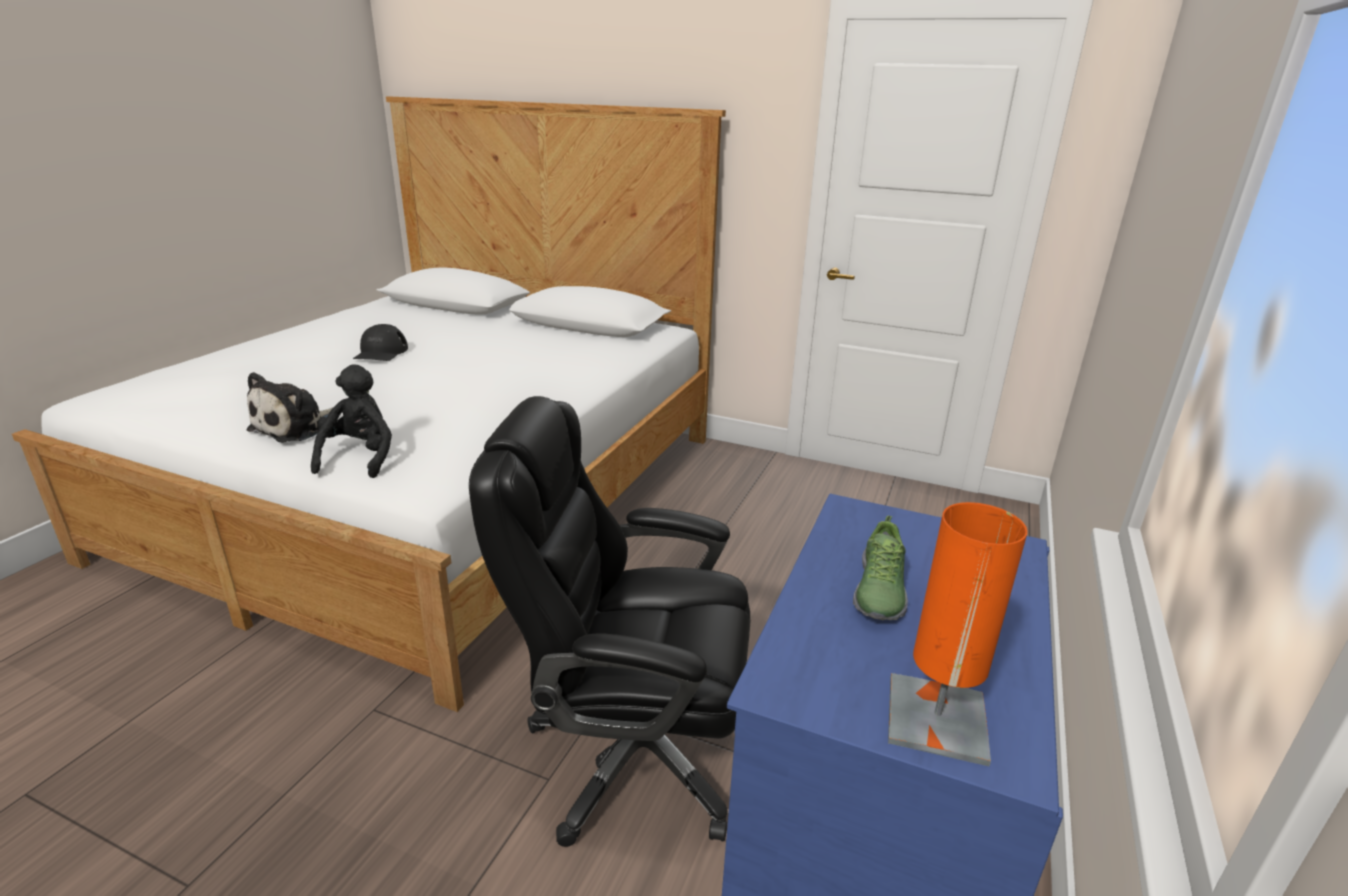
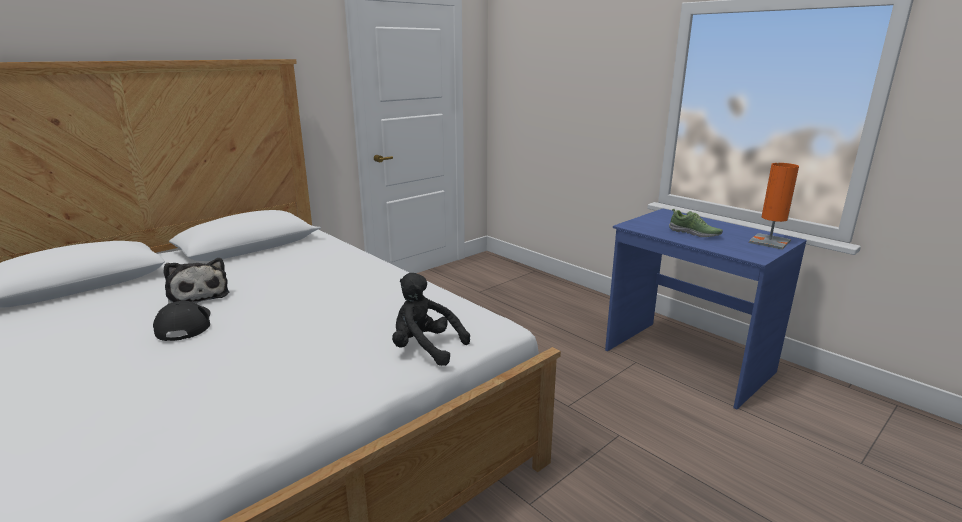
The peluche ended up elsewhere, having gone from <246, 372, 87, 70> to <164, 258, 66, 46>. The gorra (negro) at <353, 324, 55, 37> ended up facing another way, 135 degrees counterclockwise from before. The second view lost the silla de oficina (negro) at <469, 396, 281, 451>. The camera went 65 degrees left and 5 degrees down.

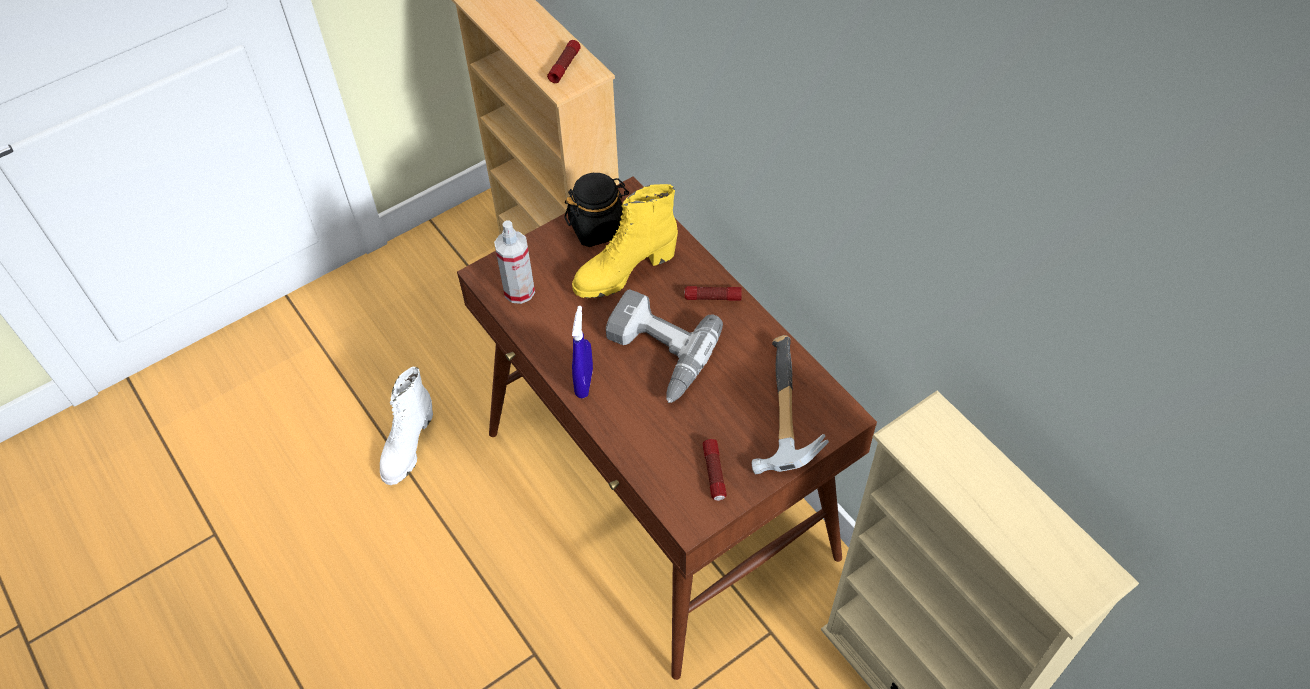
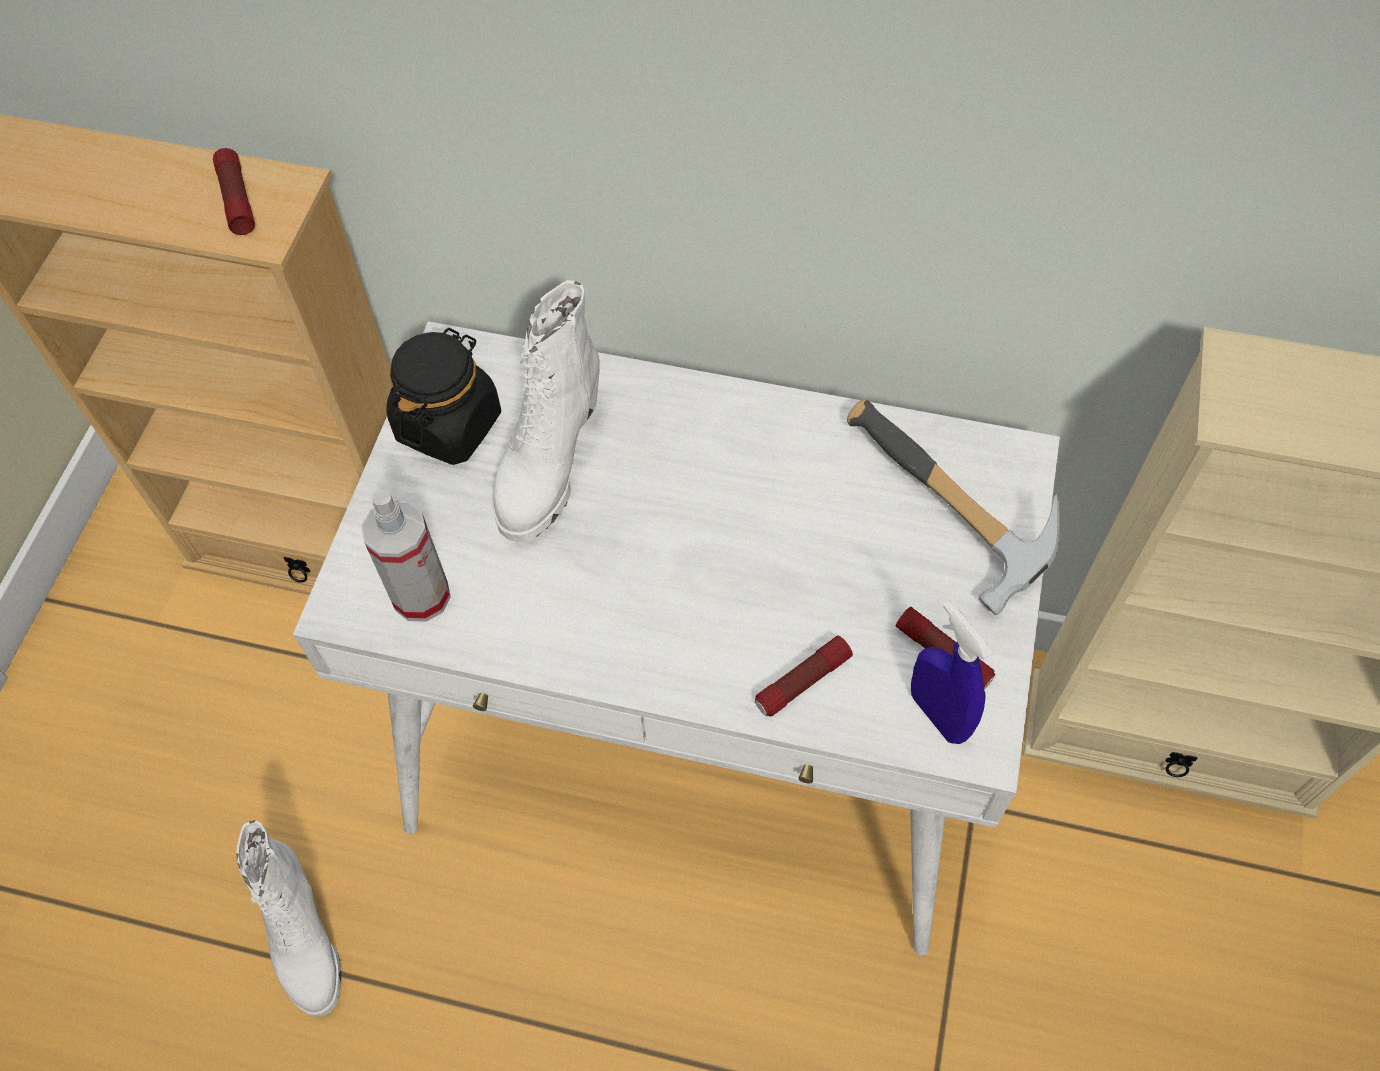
What was the escritorio (marrón) at <457, 176, 420, 504> turned into the escritorio (blanco) at <293, 321, 767, 634>. What was the bota (amarillo) at <572, 184, 106, 114> turned into the bota (blanco) at <493, 280, 107, 263>. The pulverizador (azul) ended up elsewhere, having gone from <572, 306, 21, 92> to <911, 601, 81, 143>. The second view lost the taladro at <606, 289, 117, 114>. The linterna ended up elsewhere, having gone from <684, 286, 58, 15> to <755, 636, 98, 81>. The camera went 40 degrees left and 5 degrees up.

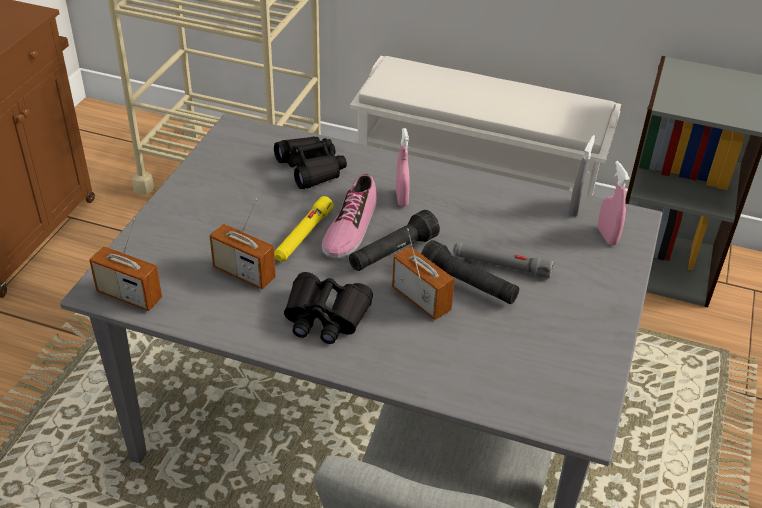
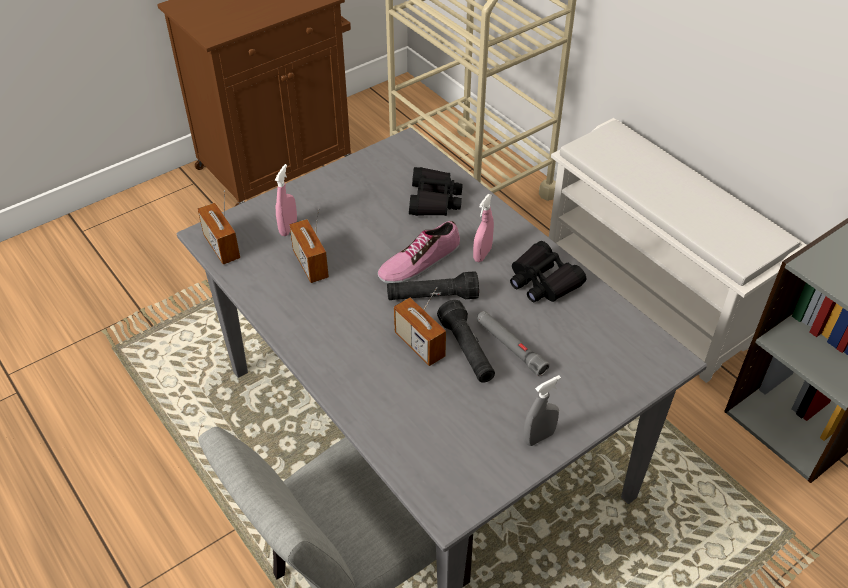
The second view lost the linterna (amarillo) at <274, 196, 60, 65>. The prismáticos (negro) ended up elsewhere, having gone from <284, 272, 89, 72> to <510, 241, 76, 61>. The radio at <392, 228, 63, 92> ended up facing another way, 150 degrees clockwise from before. The pulverizador (gris) ended up elsewhere, having gone from <569, 135, 27, 82> to <523, 375, 38, 71>. The pulverizador (rosa) ended up elsewhere, having gone from <598, 161, 32, 84> to <275, 164, 22, 72>. The camera went 35 degrees right and 5 degrees up.

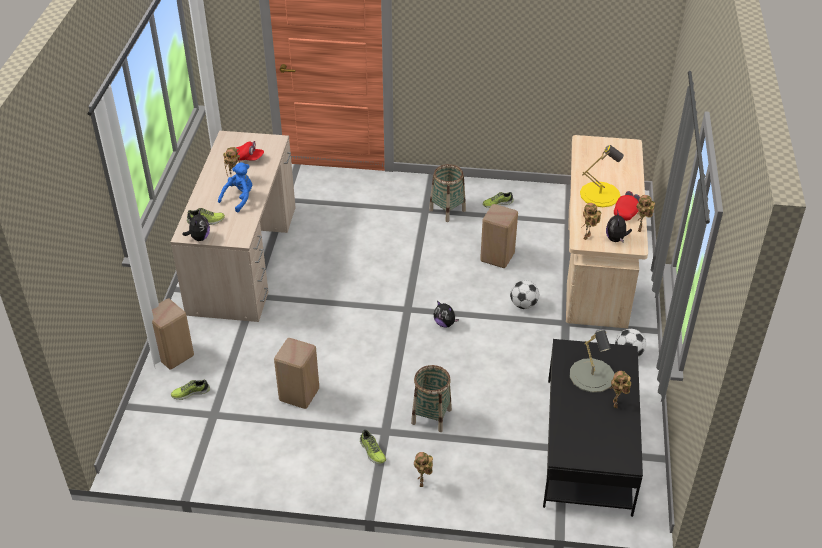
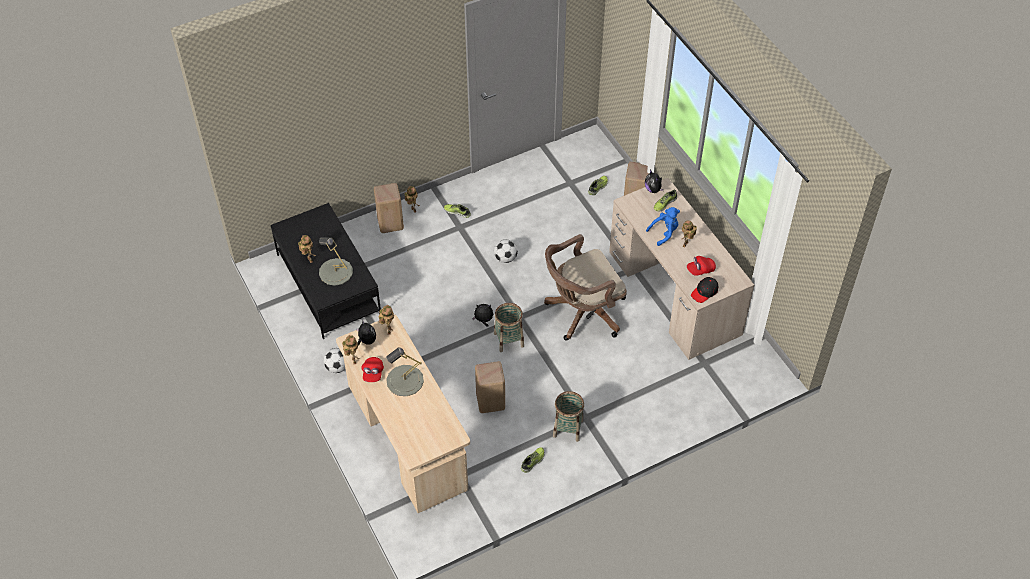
The peluche (azul) at <218, 162, 34, 50> ended up facing another way, 120 degrees counterclockwise from before. The taburete (beis) ended up elsewhere, having gone from <274, 338, 45, 71> to <374, 183, 30, 50>. The cesta ended up elsewhere, having gone from <411, 365, 41, 67> to <494, 303, 30, 49>. The balón de fútbol ended up elsewhere, having gone from <510, 280, 29, 29> to <494, 239, 24, 24>. What was the lámpara de mesa (amarillo) at <580, 145, 44, 62> turned into the lámpara de mesa (gris) at <386, 347, 38, 49>. The second view gained the silla de oficina (marrón) at <544, 234, 83, 107>. The second view gained the gorra (negro) at <691, 277, 27, 26>. The camera went 145 degrees right and 10 degrees up.

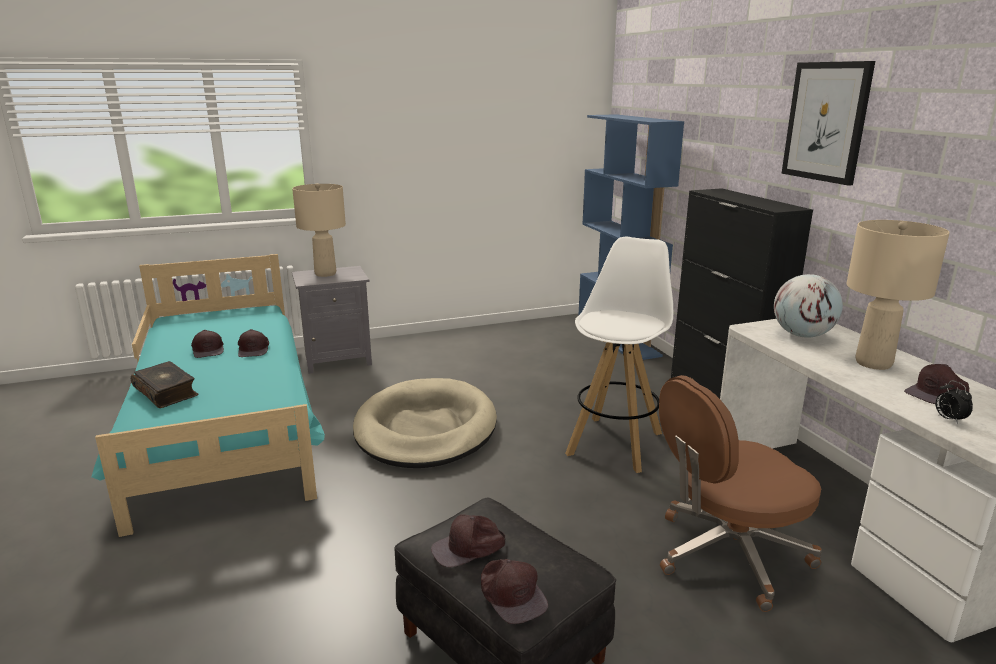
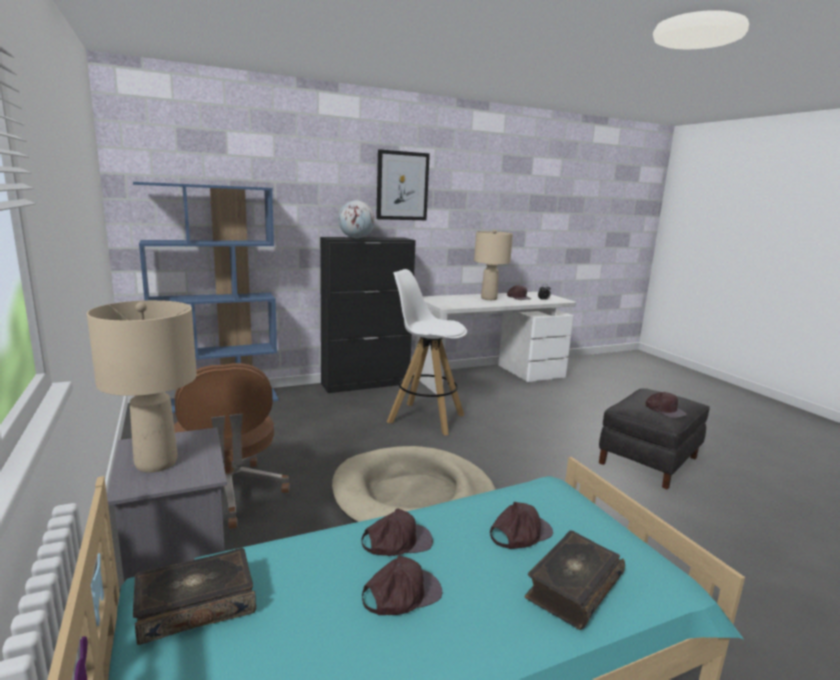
The gorra (marrón) ended up elsewhere, having gone from <481, 559, 67, 65> to <490, 502, 63, 47>. The silla de oficina (marrón) ended up elsewhere, having gone from <659, 375, 163, 237> to <174, 363, 116, 166>. The globo terráqueo ended up elsewhere, having gone from <774, 274, 69, 64> to <338, 200, 37, 38>. The second view gained the libro at <133, 548, 123, 97>. The camera went 95 degrees left and 5 degrees down.

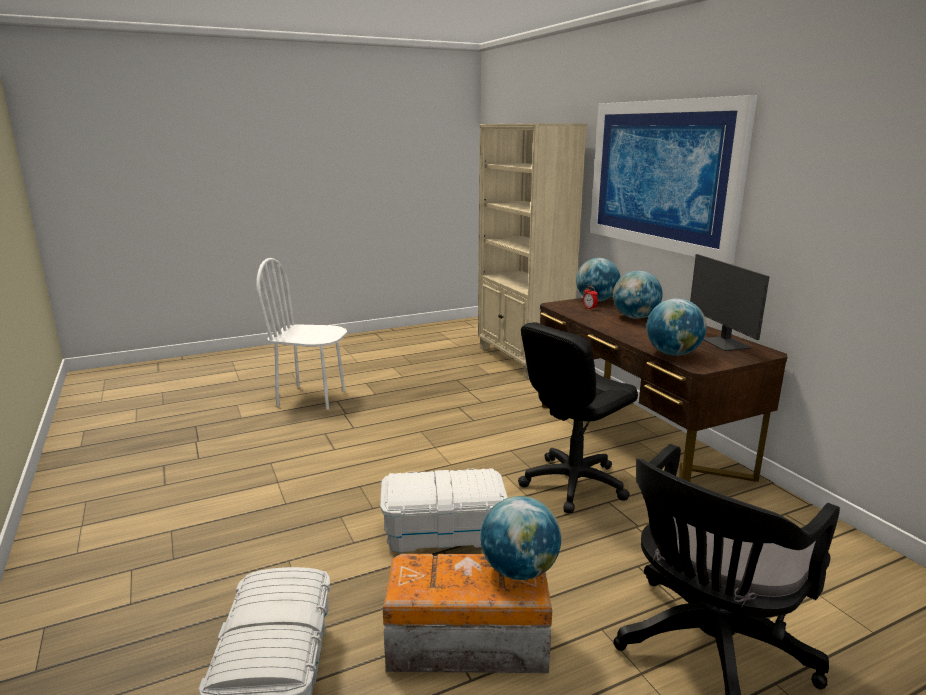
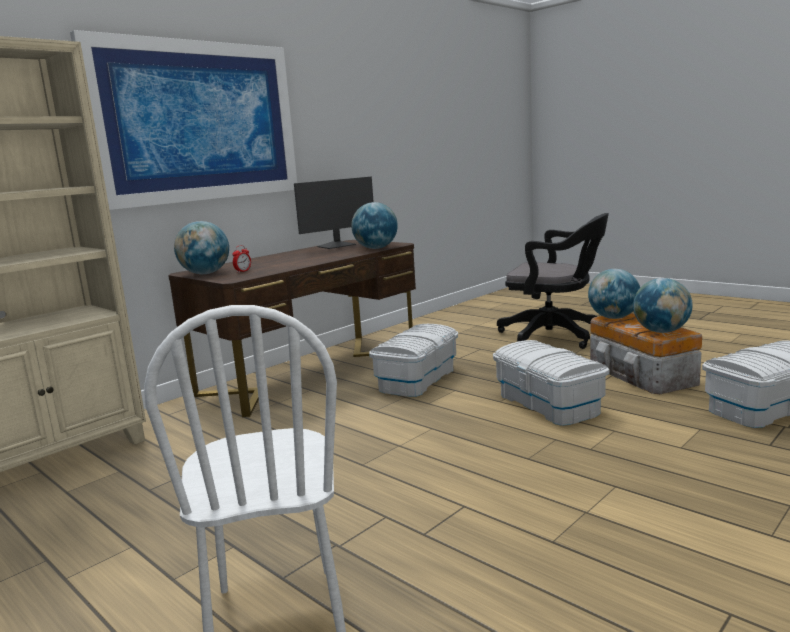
Where the silla de oficina (negro) stood at <518, 322, 120, 191>, the caja de almacenaje (blanco) came to stand at <369, 324, 89, 73>. The globo terráqueo ended up elsewhere, having gone from <613, 271, 50, 48> to <633, 278, 60, 55>. The camera went 110 degrees left and 5 degrees down.

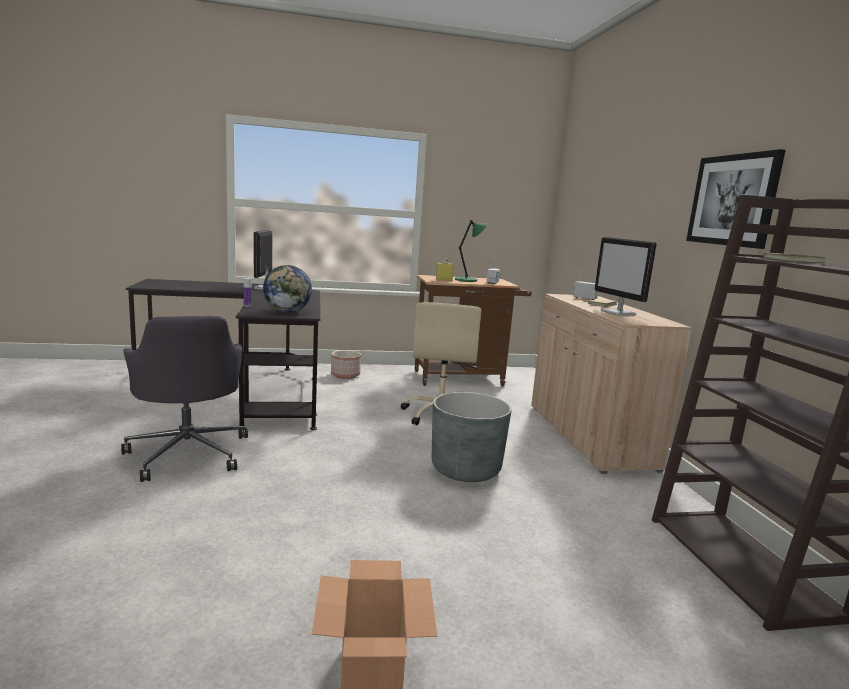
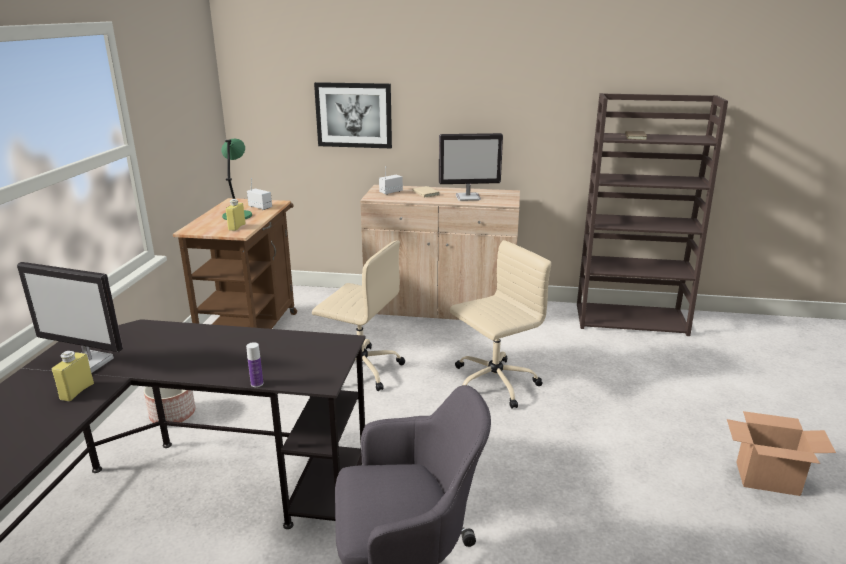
The second view lost the globo terráqueo at <263, 265, 49, 48>. Where the maceta (gris) stood at <432, 392, 80, 90>, the silla de oficina (beis) came to stand at <450, 240, 101, 169>. The cuadro ended up elsewhere, having gone from <686, 149, 100, 100> to <314, 82, 78, 66>. The second view gained the botella (amarillo) at <52, 351, 42, 50>. The camera went 70 degrees left and 10 degrees up.

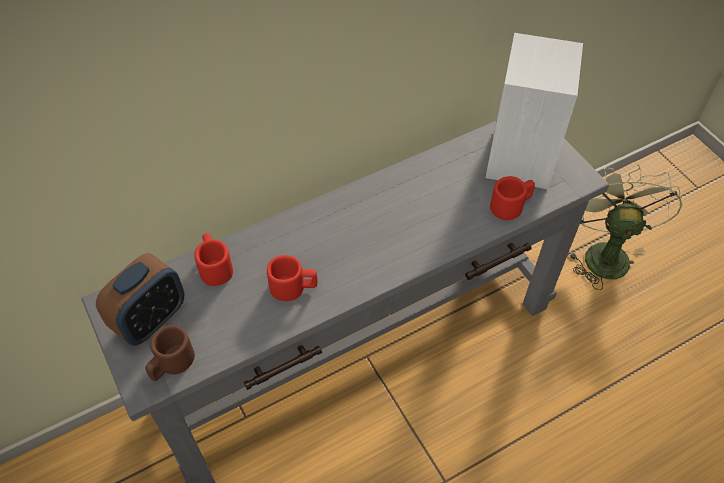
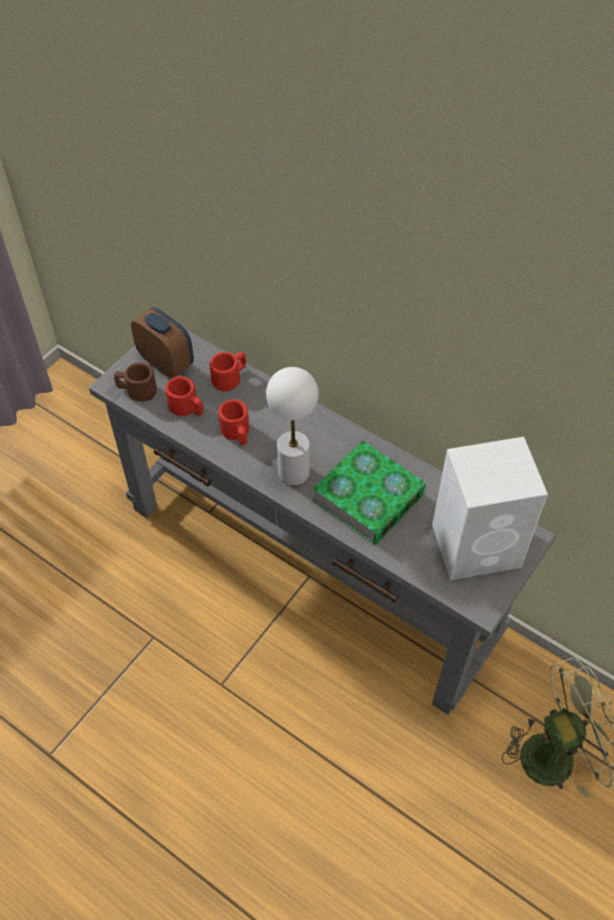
The despertador at <96, 253, 89, 93> ended up facing another way, 150 degrees counterclockwise from before. The taza grande (rojo) ended up elsewhere, having gone from <490, 176, 45, 44> to <165, 376, 38, 40>. The second view gained the lámpara de mesa (blanco) at <266, 367, 53, 118>. The second view gained the libro at <313, 440, 113, 105>. The camera went 65 degrees right and 0 degrees up.

